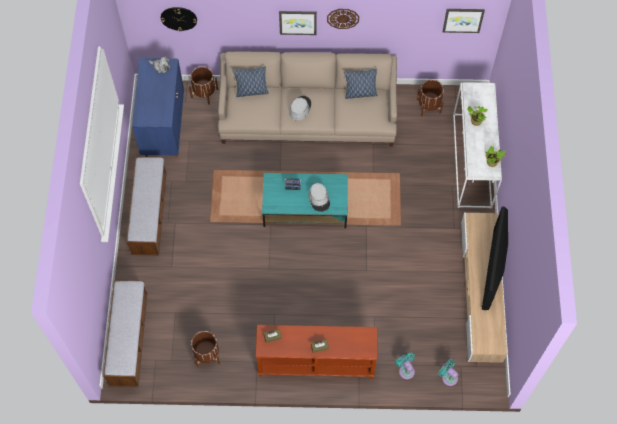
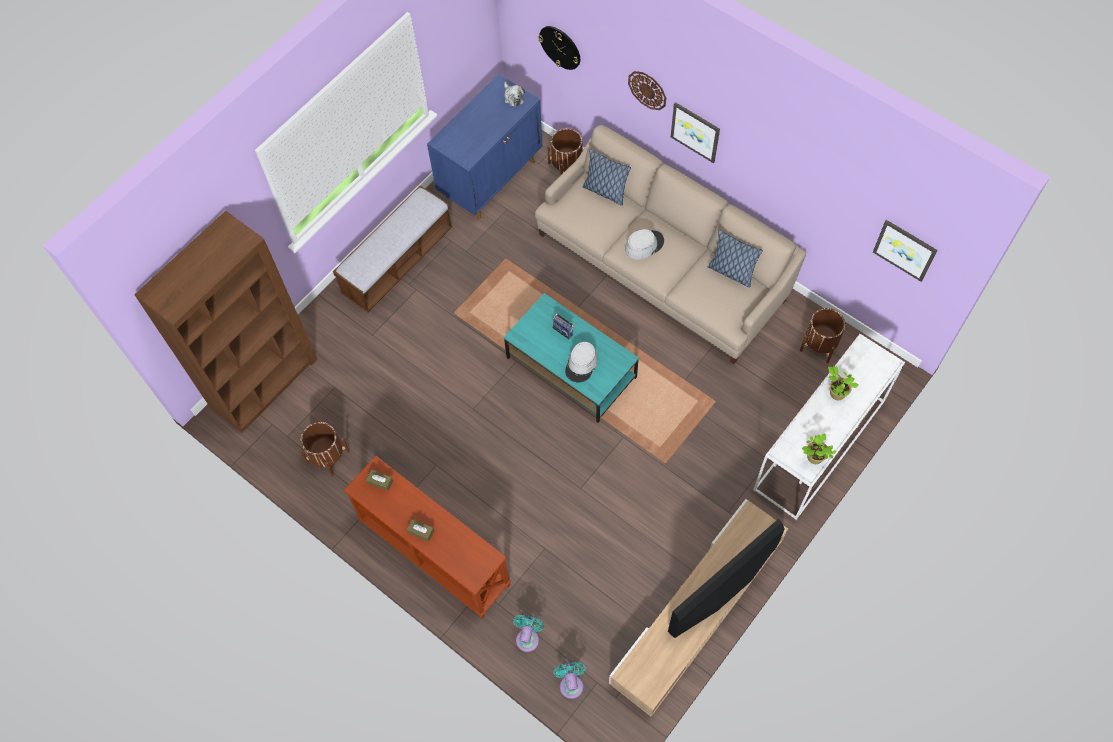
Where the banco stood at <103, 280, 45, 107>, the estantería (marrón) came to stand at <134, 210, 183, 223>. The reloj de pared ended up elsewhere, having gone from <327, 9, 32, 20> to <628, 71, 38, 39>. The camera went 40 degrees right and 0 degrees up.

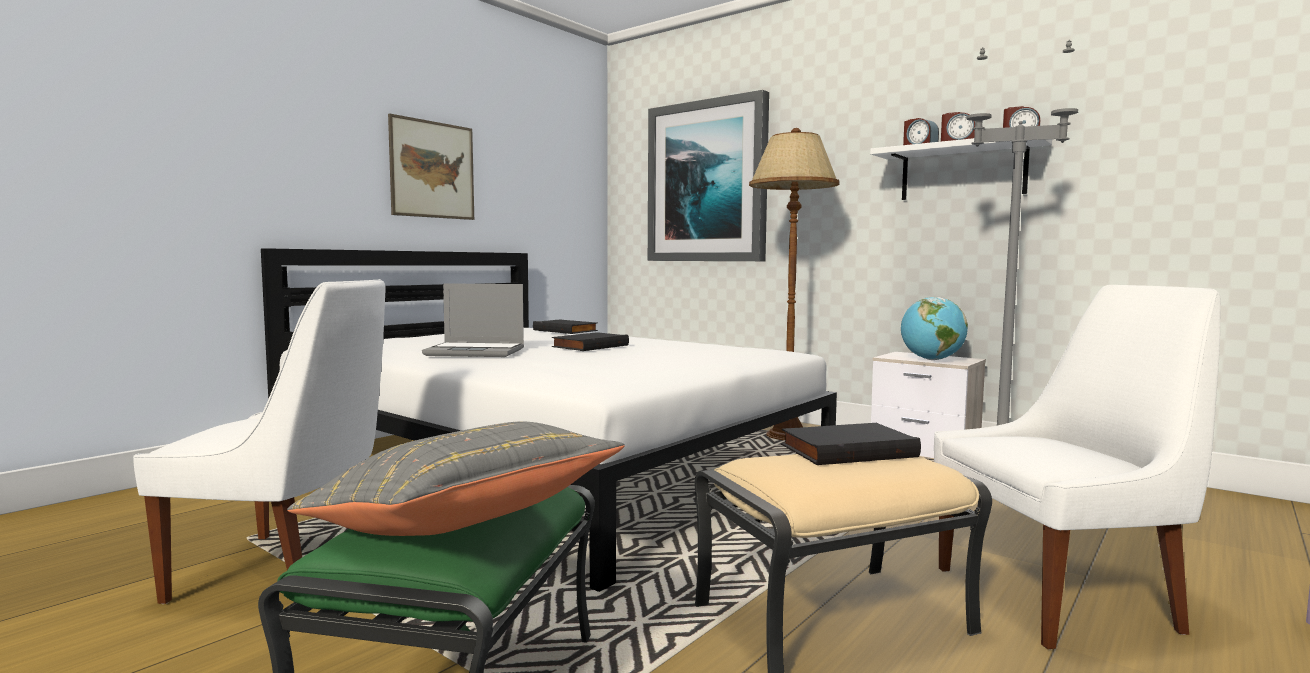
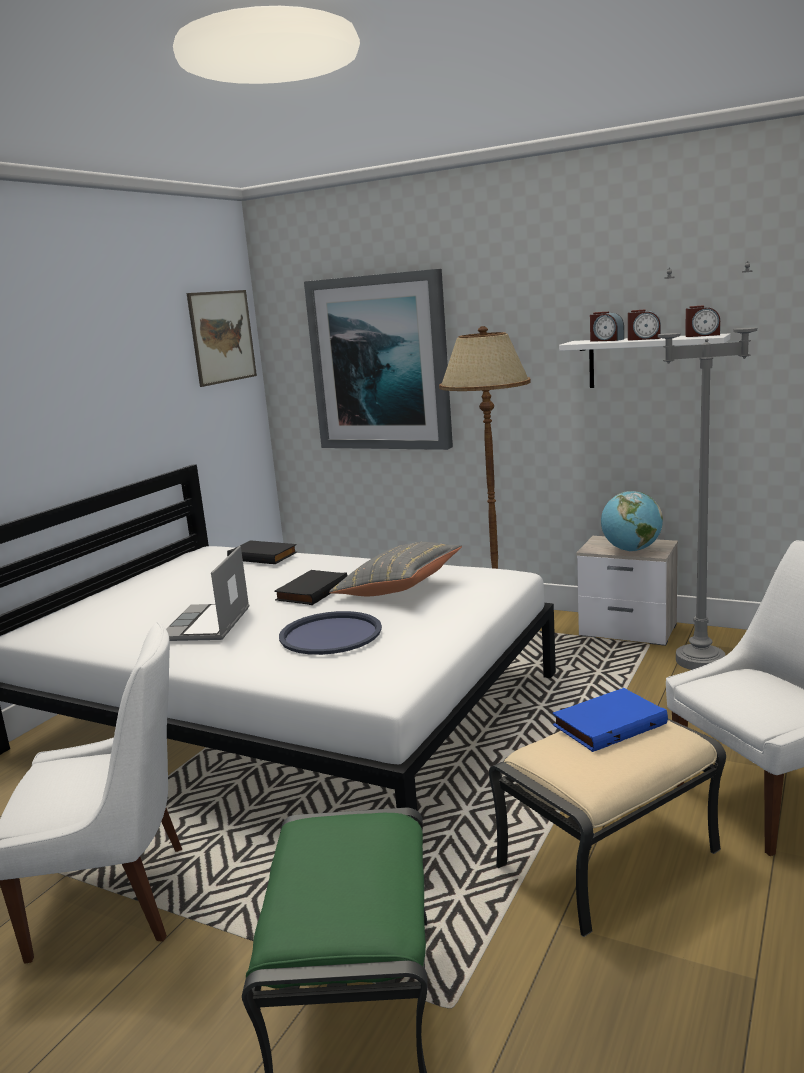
The cojín (gris) ended up elsewhere, having gone from <287, 421, 338, 115> to <329, 542, 133, 54>. The cuadro ended up elsewhere, having gone from <388, 114, 86, 106> to <187, 290, 70, 97>. The portátil at <422, 283, 102, 74> ended up facing another way, 105 degrees clockwise from before. What was the libro (negro) at <781, 423, 140, 42> turned into the libro (azul) at <553, 688, 115, 64>. The second view gained the bandeja (azul) at <279, 611, 103, 44>. The camera went 10 degrees left and 10 degrees up.

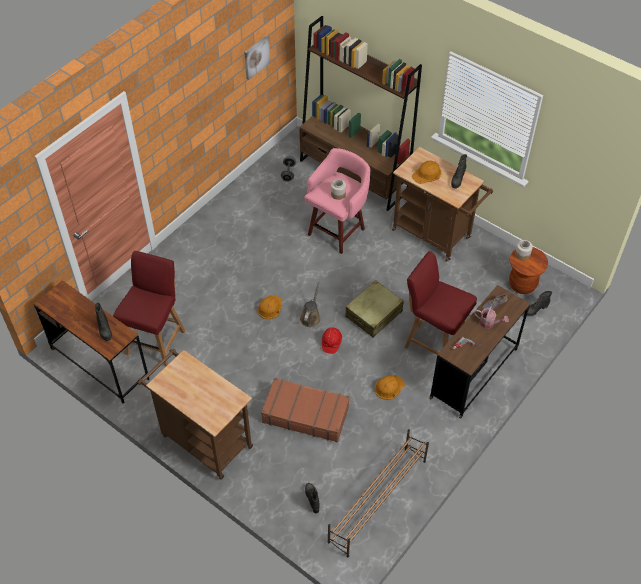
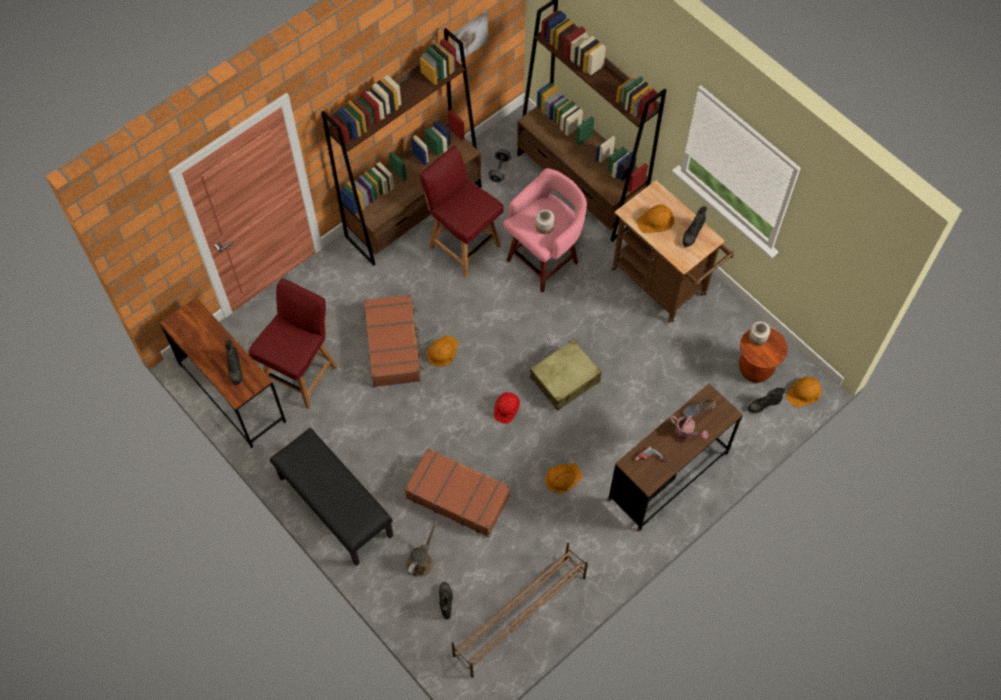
Where the carrito (marrón) stood at <138, 349, 115, 131>, the banco (negro) came to stand at <270, 428, 123, 138>. The regadera (marrón) ended up elsewhere, having gone from <300, 281, 21, 46> to <406, 521, 32, 56>. The silla (rojo) ended up elsewhere, having gone from <405, 251, 72, 104> to <419, 146, 85, 132>. The second view gained the estantería (marrón) at <321, 28, 161, 238>. The second view gained the maleta (marrón) at <364, 294, 60, 93>. The second view gained the casco (naranja) at <786, 377, 36, 31>. The camera went 10 degrees right and 10 degrees up.

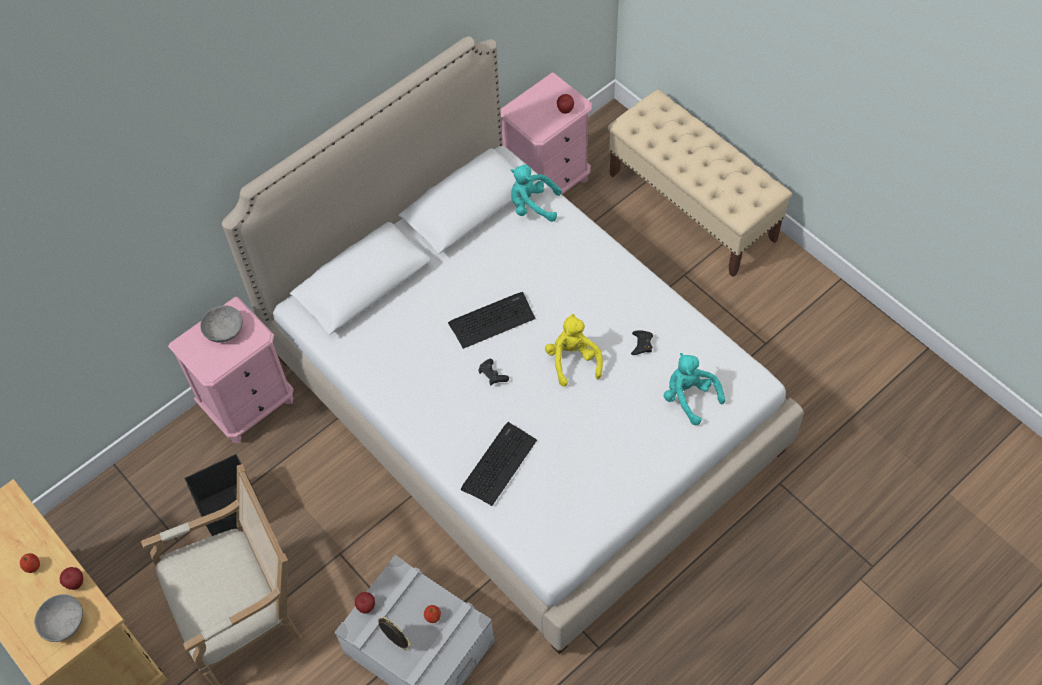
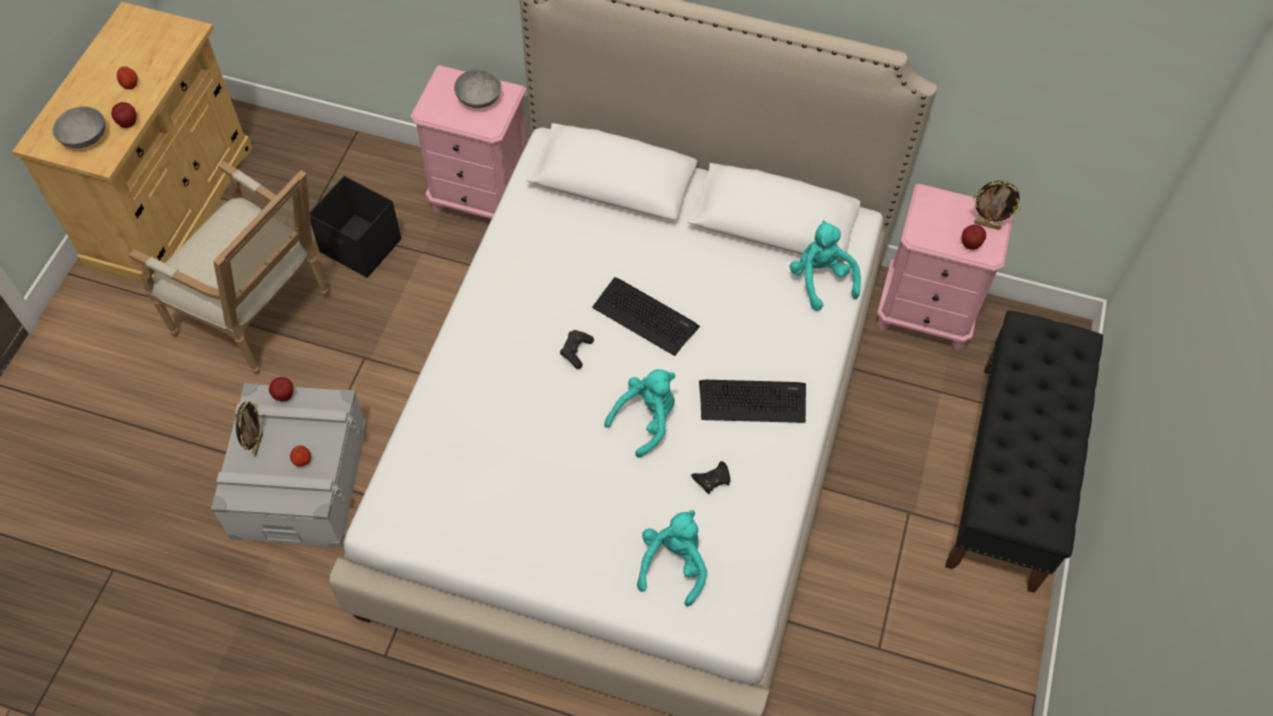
The teclado ended up elsewhere, having gone from <461, 422, 76, 84> to <699, 380, 107, 43>. What was the peluche (amarillo) at <545, 314, 58, 73> turned into the peluche (turquesa) at <604, 369, 71, 89>. What was the banco (beis) at <608, 89, 184, 188> turned into the banco (negro) at <945, 310, 158, 283>. The second view gained the portarretratos at <973, 180, 48, 50>. The camera went 55 degrees right and 0 degrees up.

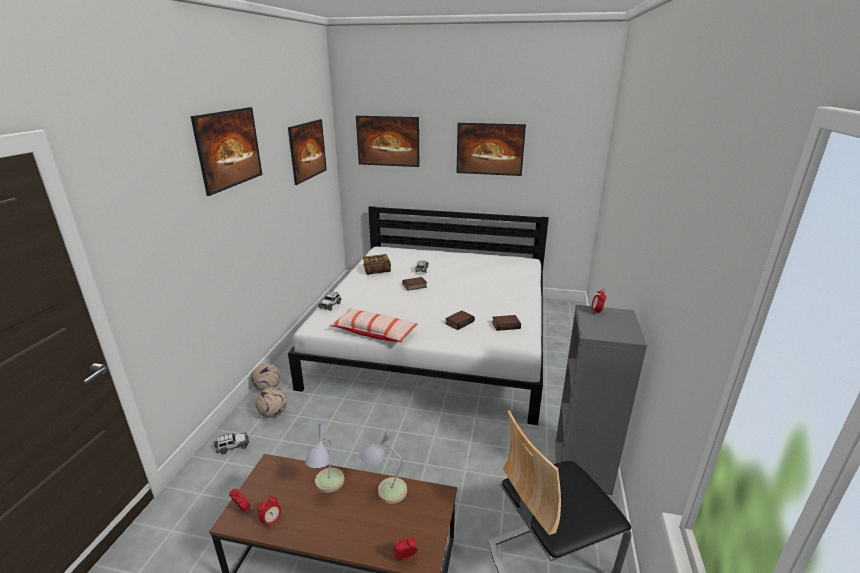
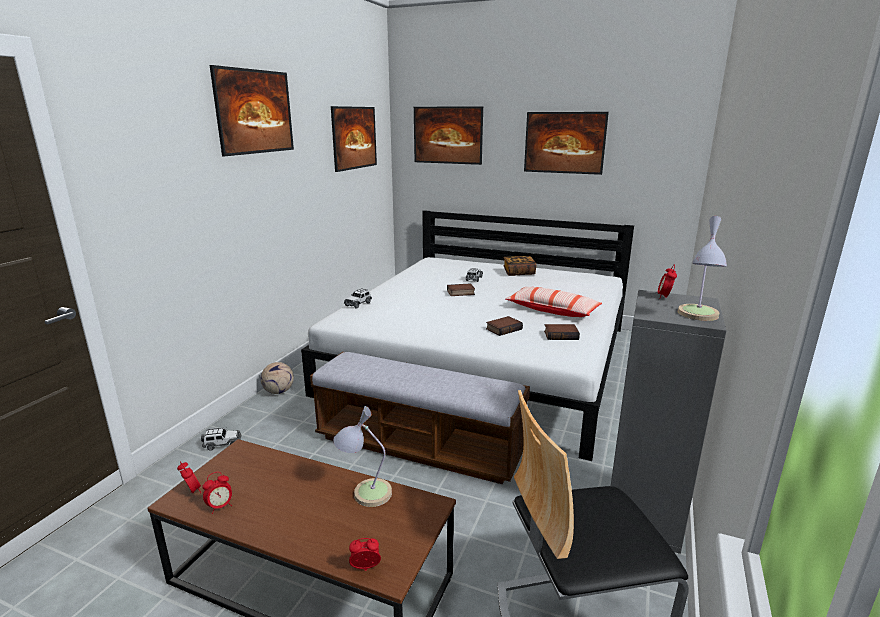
The second view lost the balón de fútbol at <256, 387, 31, 31>. The lámpara de mesa ended up elsewhere, having gone from <305, 424, 39, 69> to <678, 216, 49, 105>. The cojín ended up elsewhere, having gone from <329, 309, 89, 34> to <505, 287, 97, 30>. The libro ended up elsewhere, having gone from <363, 254, 28, 21> to <503, 256, 33, 20>. The second view gained the banco at <310, 352, 220, 132>. The camera went 10 degrees right and 5 degrees down.

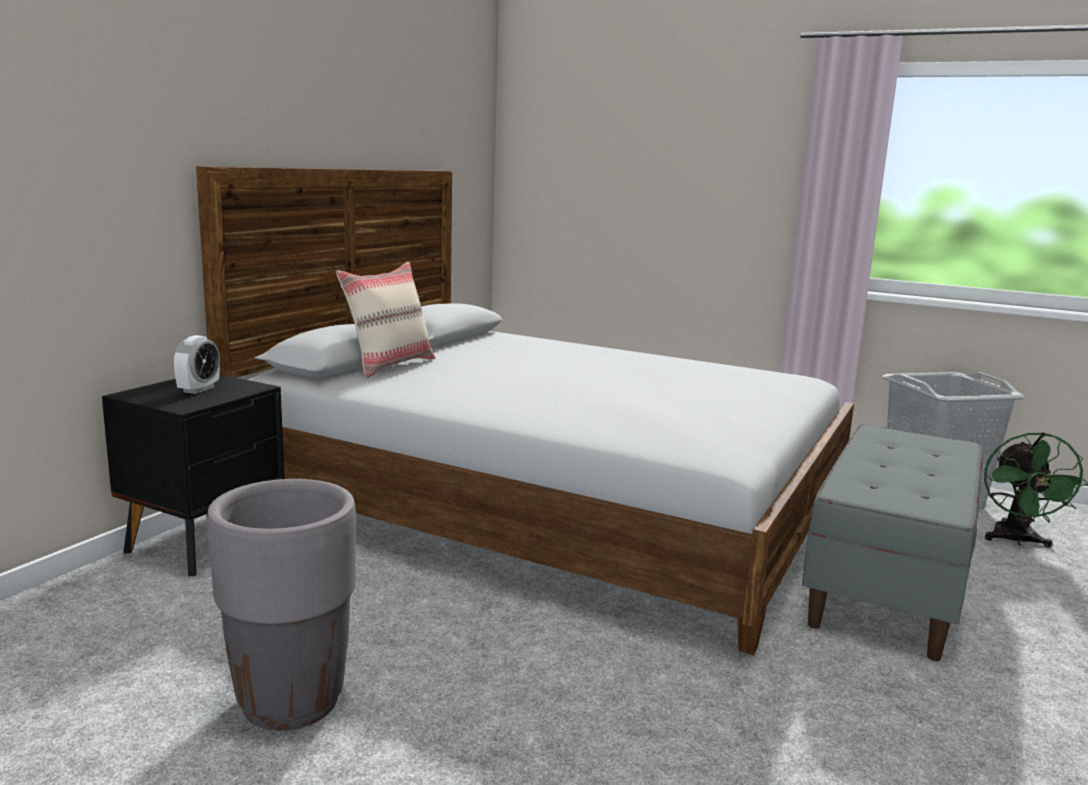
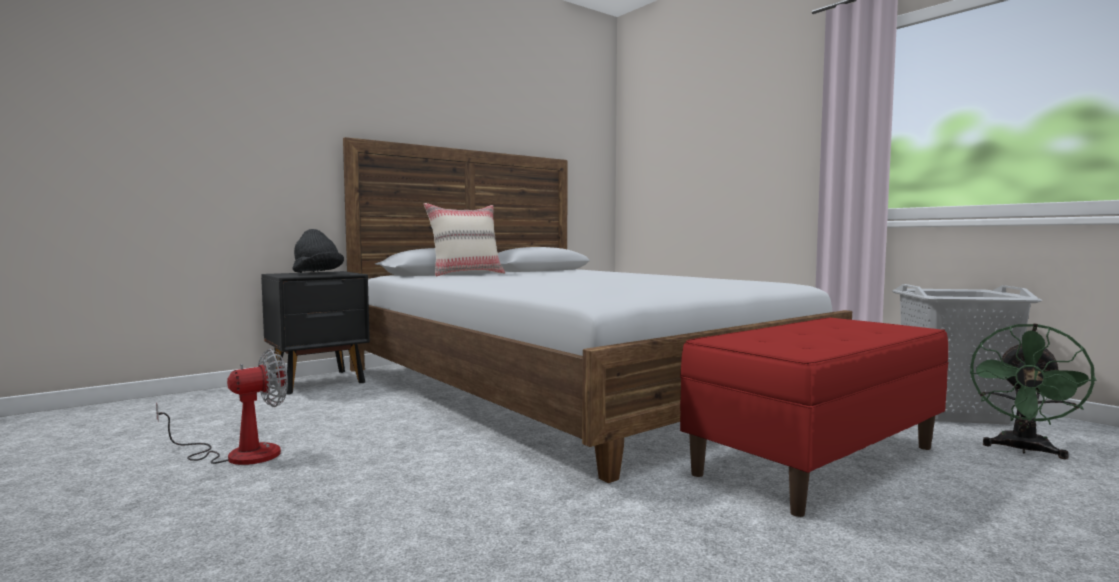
Where the despertador stood at <173, 335, 47, 59>, the sombrero (negro) came to stand at <293, 229, 51, 44>. Where the maceta (gris) stood at <207, 479, 149, 251>, the ventilador came to stand at <156, 349, 132, 116>. What was the banco (gris) at <802, 424, 181, 237> turned into the banco (rojo) at <680, 317, 269, 200>. The camera went 25 degrees right and 10 degrees down.

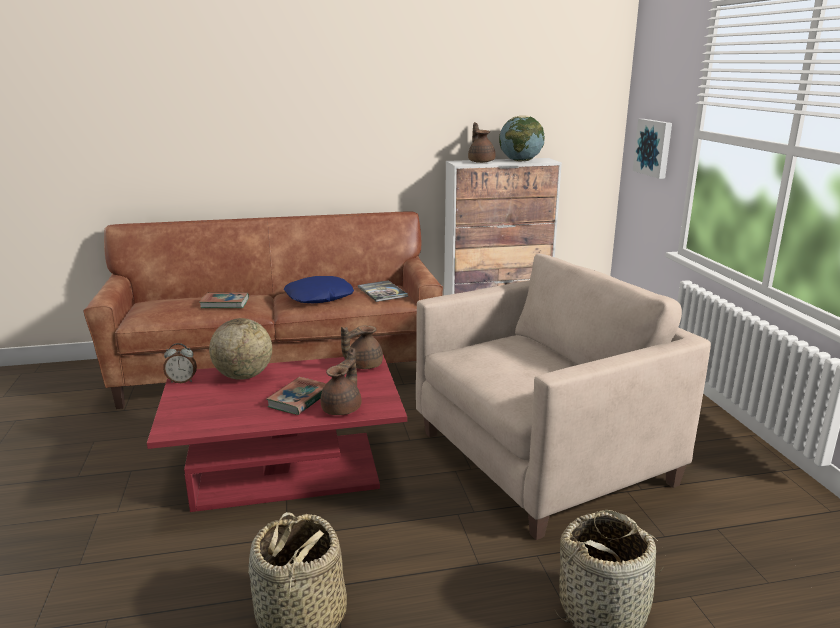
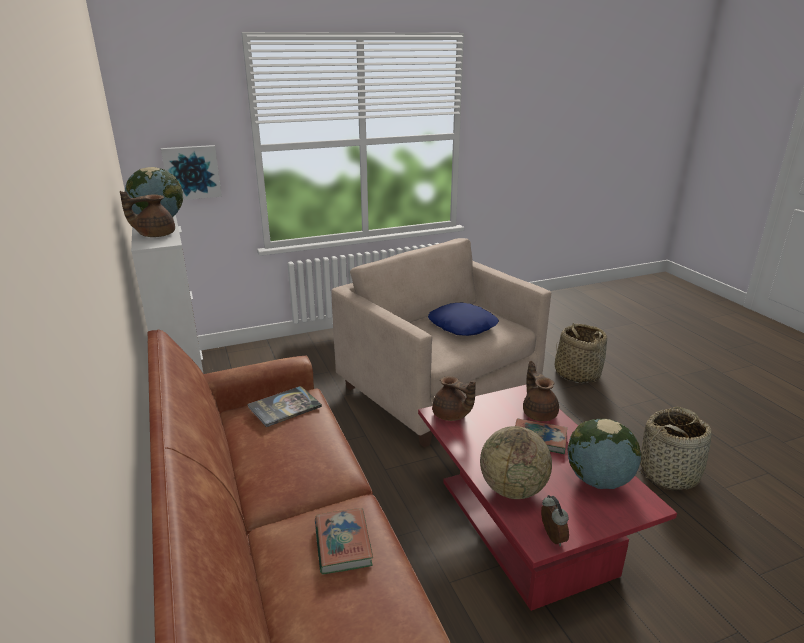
The cojín (azul) ended up elsewhere, having gone from <284, 276, 70, 27> to <428, 303, 71, 33>. The tetera (marrón) at <321, 348, 40, 67> ended up facing another way, 60 degrees clockwise from before. The second view gained the globo terráqueo at <567, 419, 74, 70>. The camera went 100 degrees left and 5 degrees up.

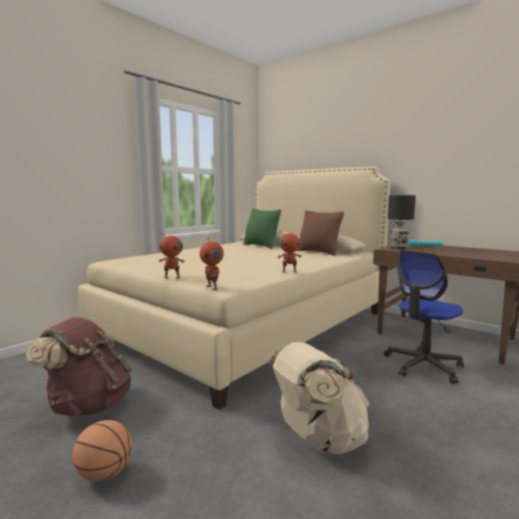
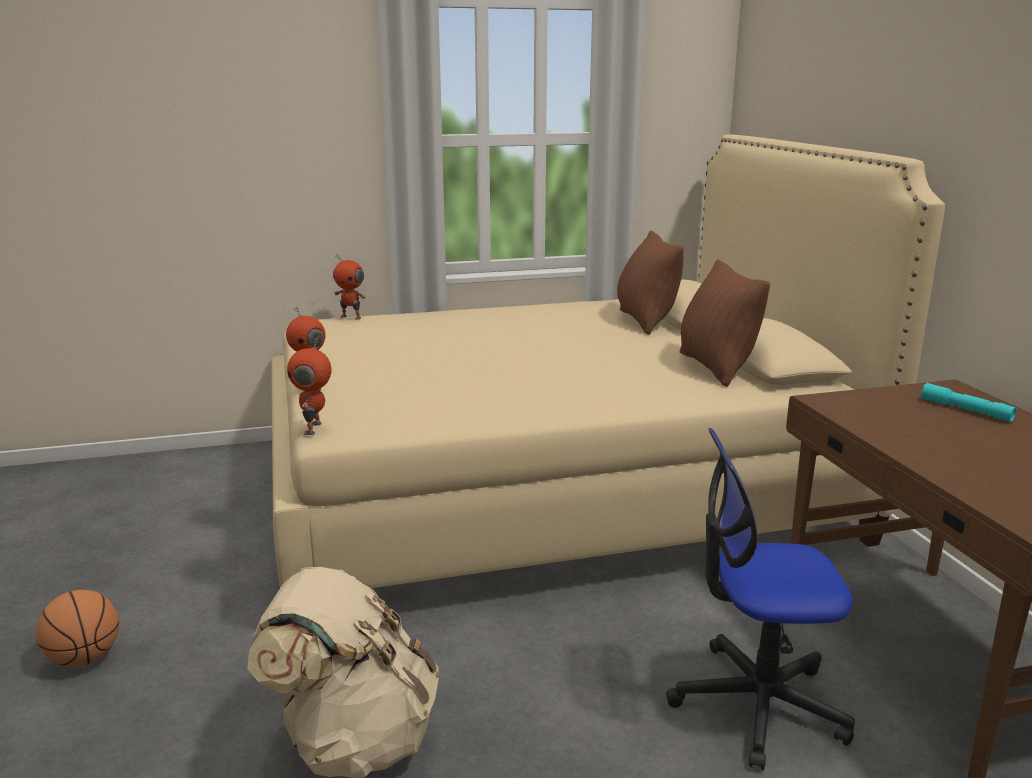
The second view lost the mochila (marrón) at <26, 318, 106, 98>. What was the cojín (verde) at <243, 209, 38, 40> turned into the cojín (marrón) at <617, 231, 67, 104>. The robot de juguete ended up elsewhere, having gone from <278, 230, 24, 43> to <333, 255, 33, 65>. The second view lost the lámpara de mesa (negro) at <388, 195, 28, 54>. The camera went 35 degrees right and 10 degrees up.

